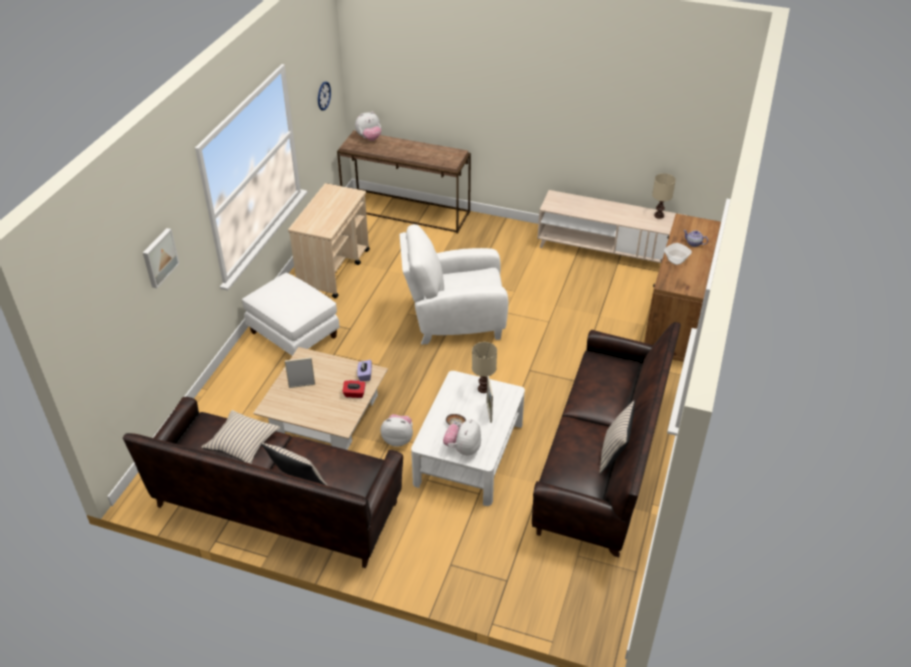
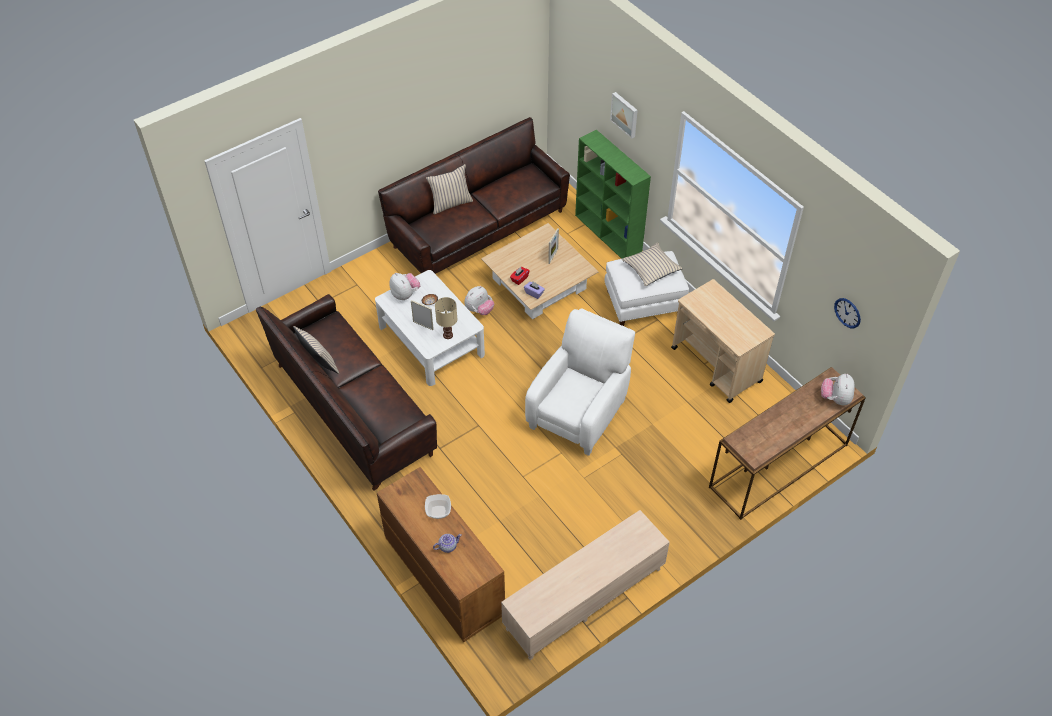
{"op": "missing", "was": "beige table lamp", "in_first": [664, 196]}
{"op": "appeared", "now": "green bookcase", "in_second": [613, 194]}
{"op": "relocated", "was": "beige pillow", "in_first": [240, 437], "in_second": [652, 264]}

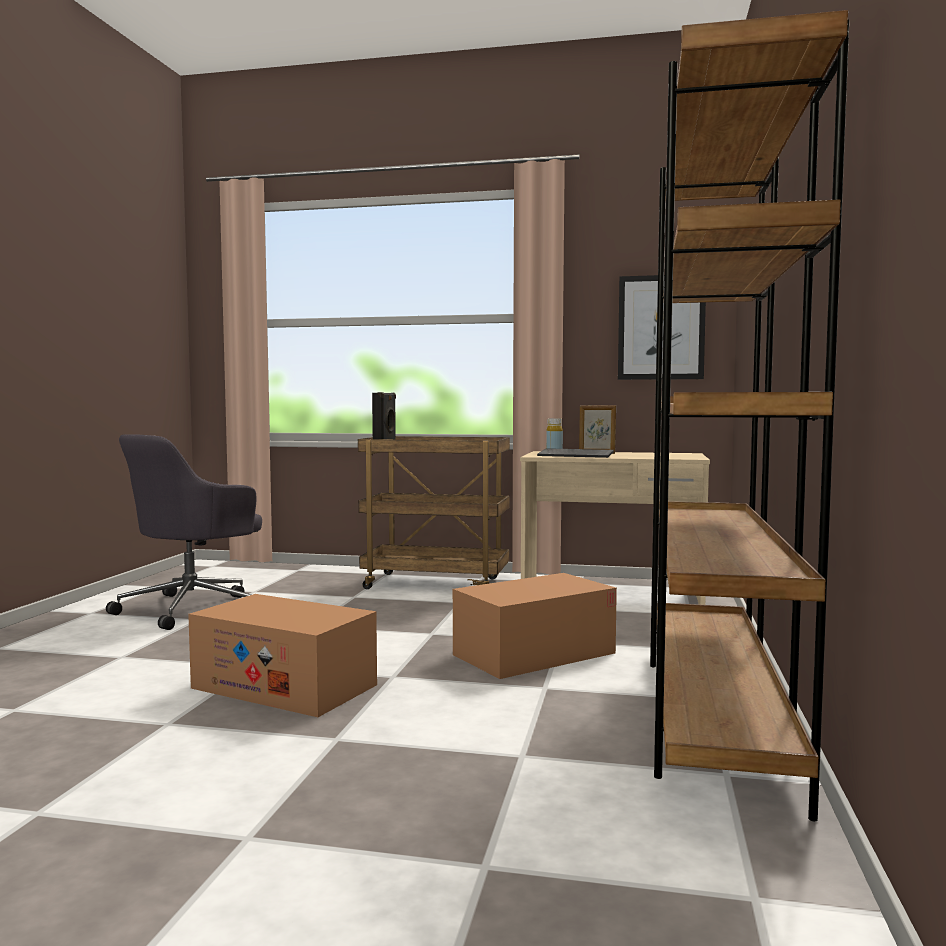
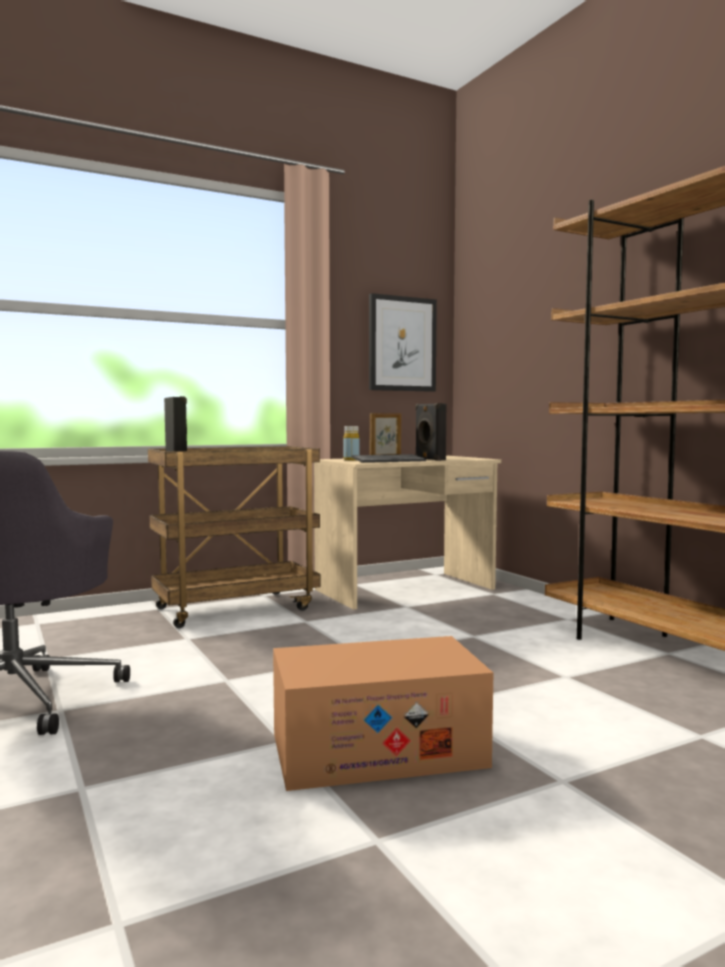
{"op": "missing", "was": "cardboard box", "in_first": [535, 626]}
{"op": "appeared", "now": "black speaker", "in_second": [430, 432]}

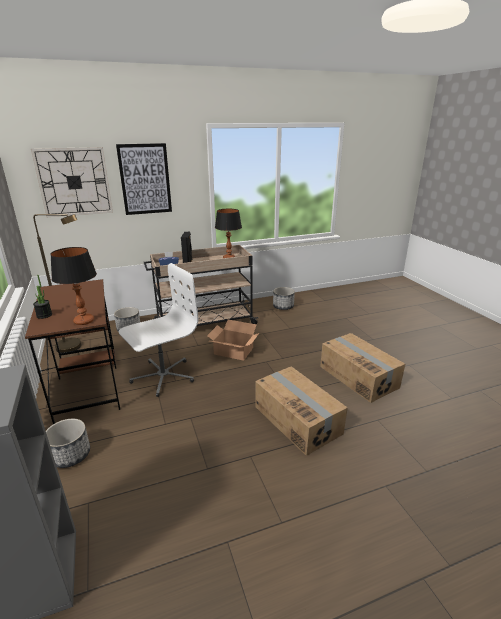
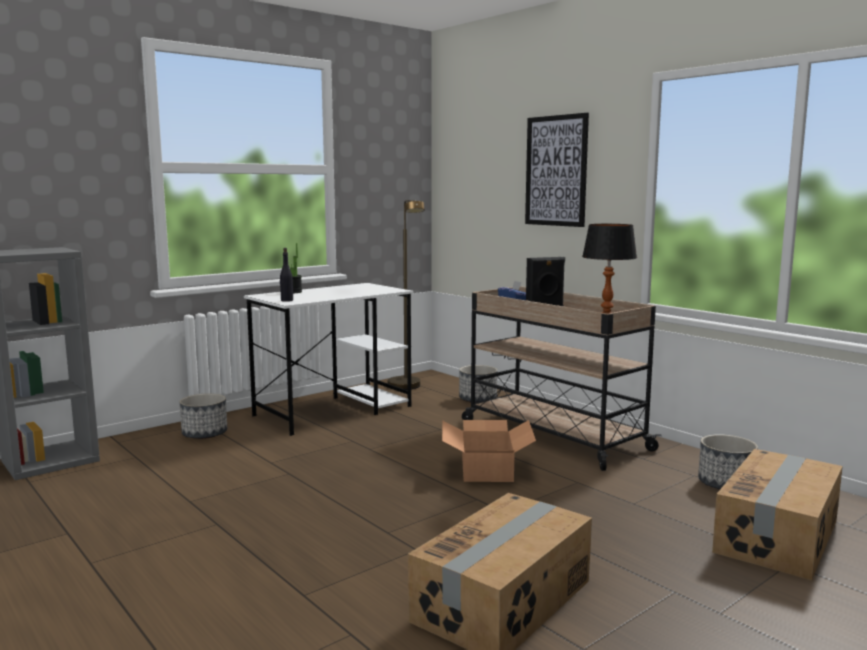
{"op": "missing", "was": "wall clock", "in_first": [72, 182]}
{"op": "missing", "was": "white office chair", "in_first": [158, 330]}
{"op": "relocated", "was": "cardboard box", "in_first": [301, 411], "in_second": [777, 515]}
{"op": "exchanged", "was": "table lamp", "now": "black bottle", "in_first": [73, 286], "in_second": [286, 275]}
{"op": "colour", "was": "brown desk", "now": "white desk", "in_first": [72, 351], "in_second": [329, 359]}

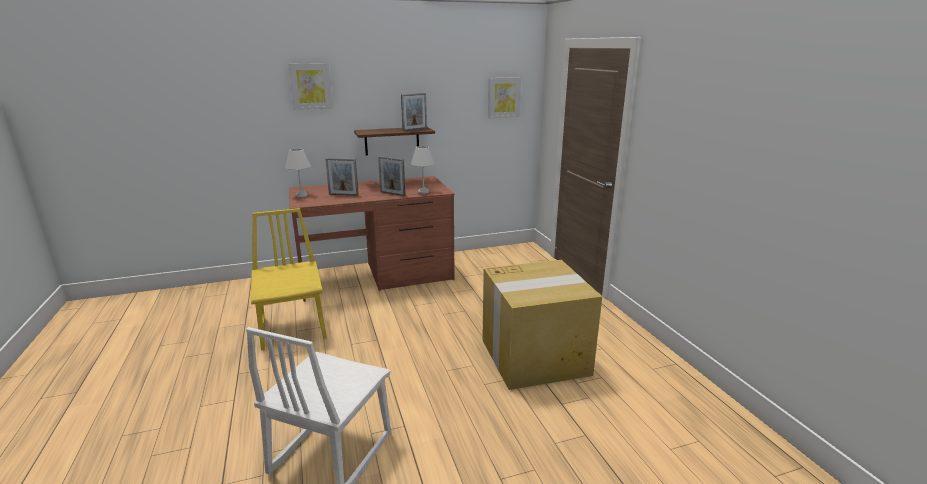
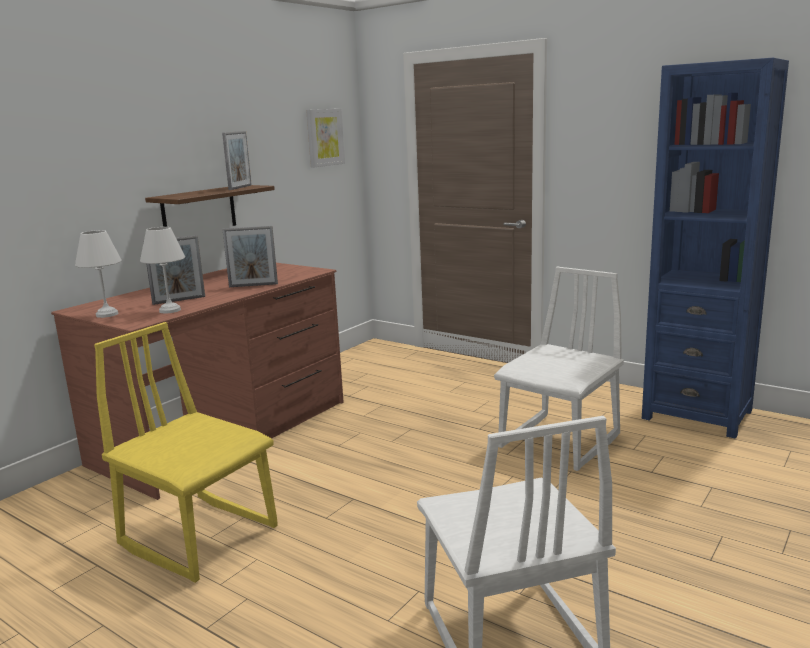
{"op": "missing", "was": "picture", "in_first": [310, 86]}
{"op": "appeared", "now": "blue bookcase", "in_second": [715, 248]}
{"op": "relocated", "was": "white table lamp", "in_first": [423, 170], "in_second": [162, 270]}
{"op": "exchanged", "was": "cardboard box", "now": "white chair", "in_first": [542, 325], "in_second": [559, 369]}

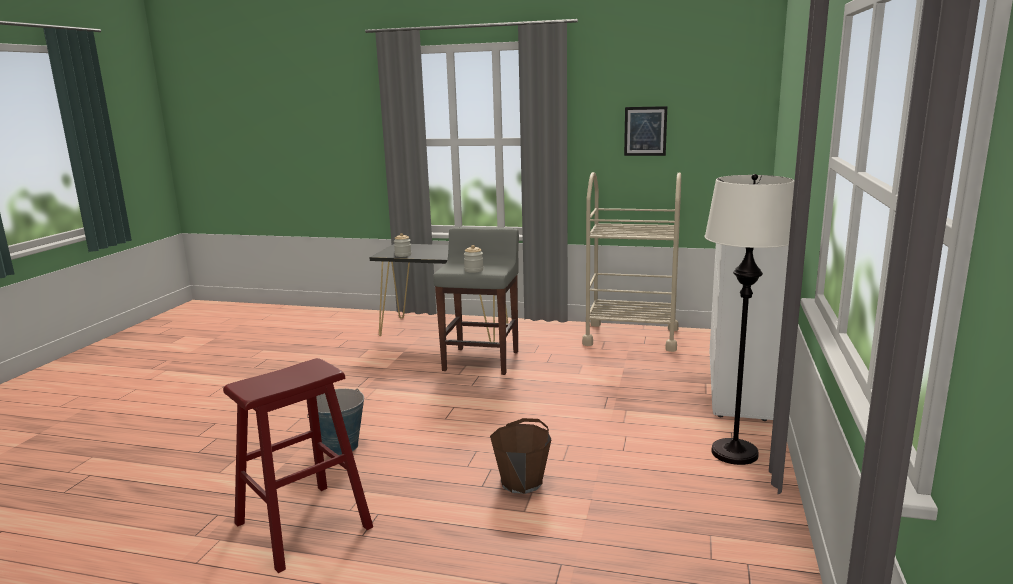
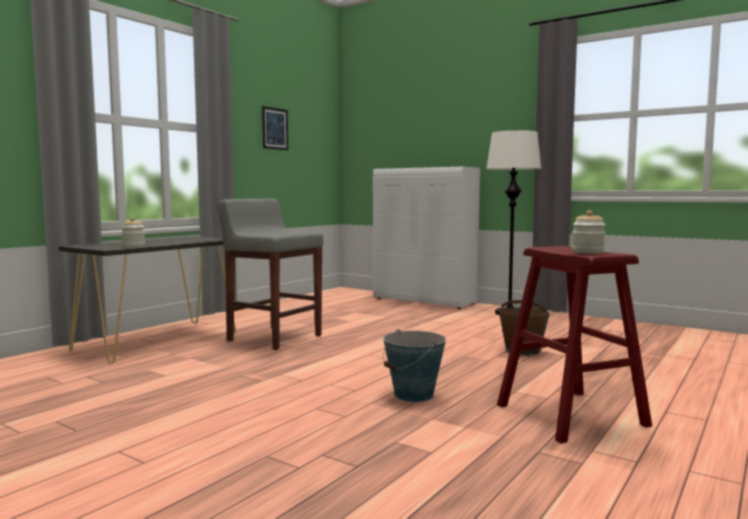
{"op": "missing", "was": "beige cart", "in_first": [631, 262]}
{"op": "relocated", "was": "jar", "in_first": [473, 259], "in_second": [588, 232]}

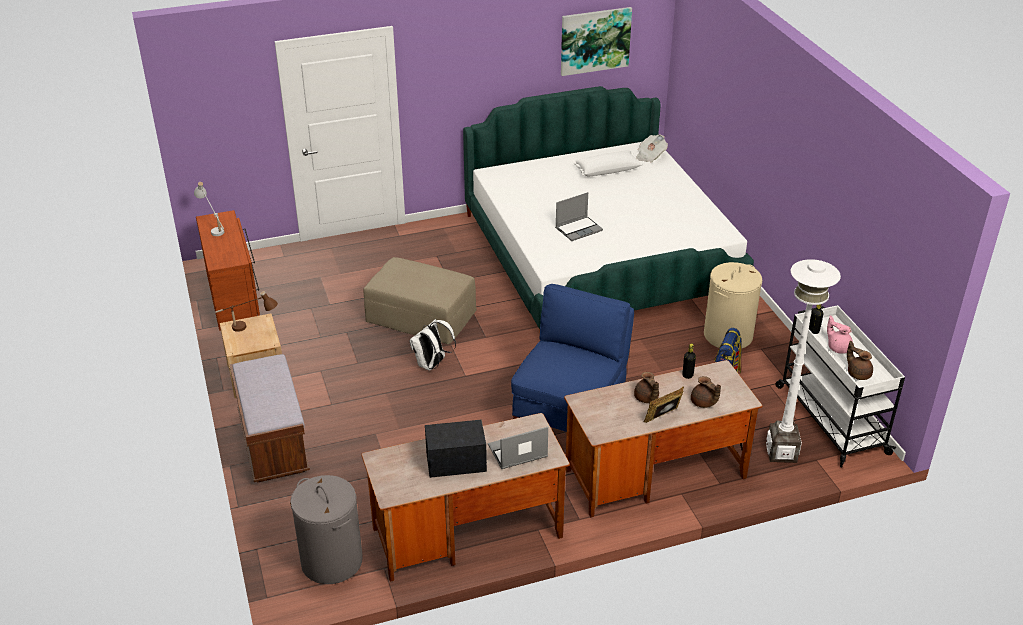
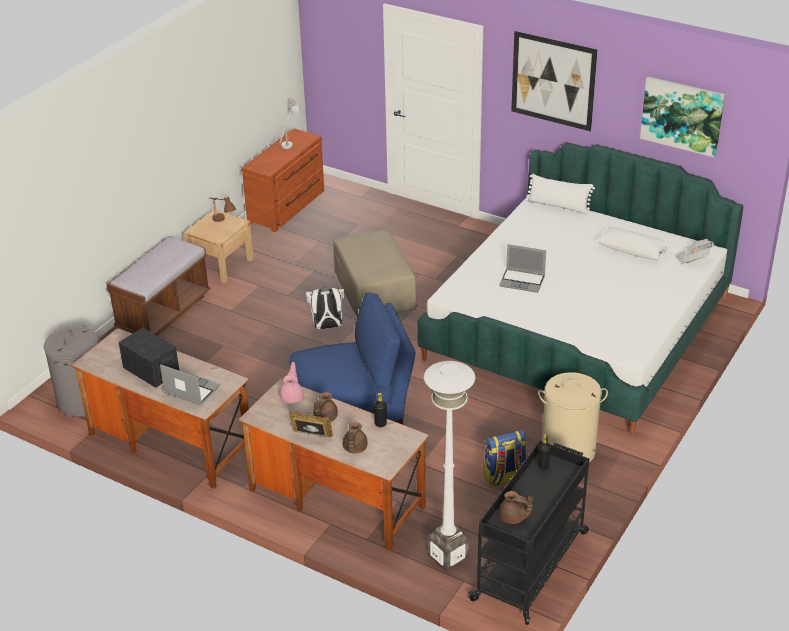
{"op": "appeared", "now": "picture", "in_second": [554, 81]}
{"op": "appeared", "now": "white pillow", "in_second": [560, 194]}
{"op": "relocated", "was": "pink teapot", "in_first": [840, 334], "in_second": [292, 383]}
{"op": "colour", "was": "white cart", "now": "black cart", "in_first": [840, 386], "in_second": [528, 533]}
{"op": "spun", "was": "brown teapot", "in_first": [860, 360], "in_second": [516, 507], "clockwise": 105}

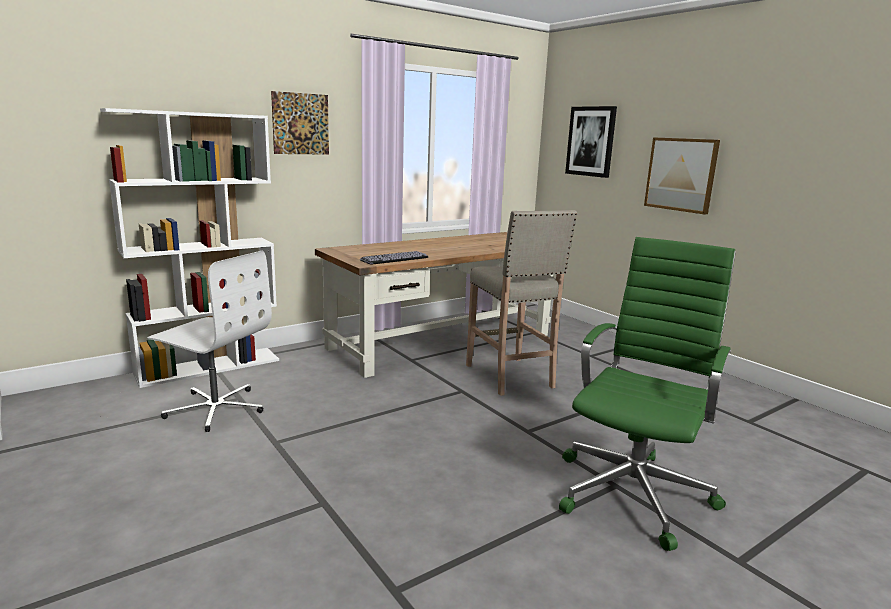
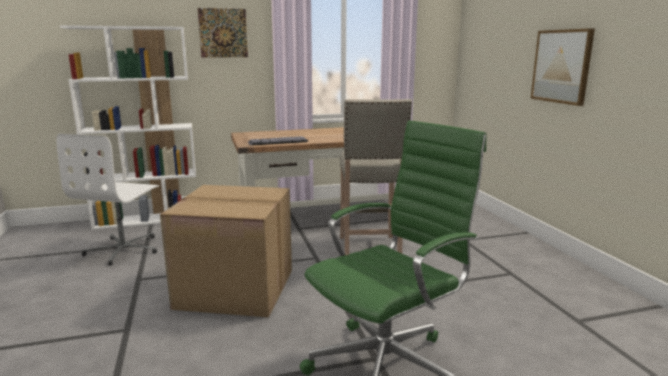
{"op": "missing", "was": "picture", "in_first": [591, 142]}
{"op": "appeared", "now": "cardboard box", "in_second": [226, 251]}
{"op": "spun", "was": "white office chair", "in_first": [209, 341], "in_second": [107, 199], "clockwise": 60}

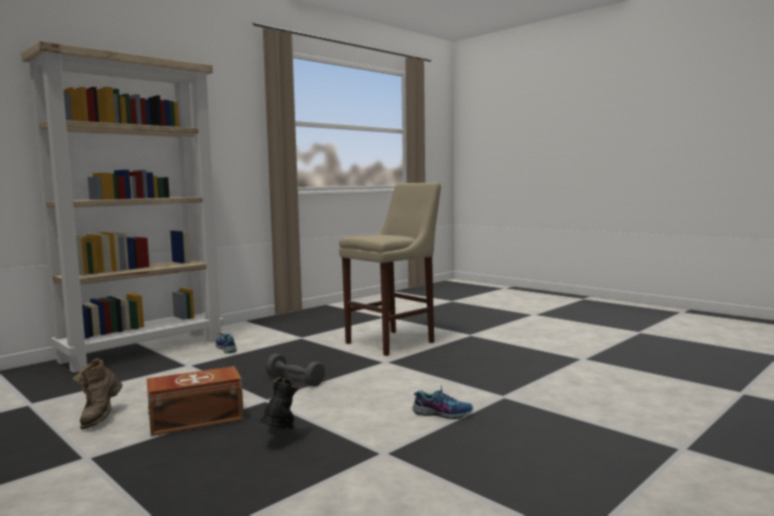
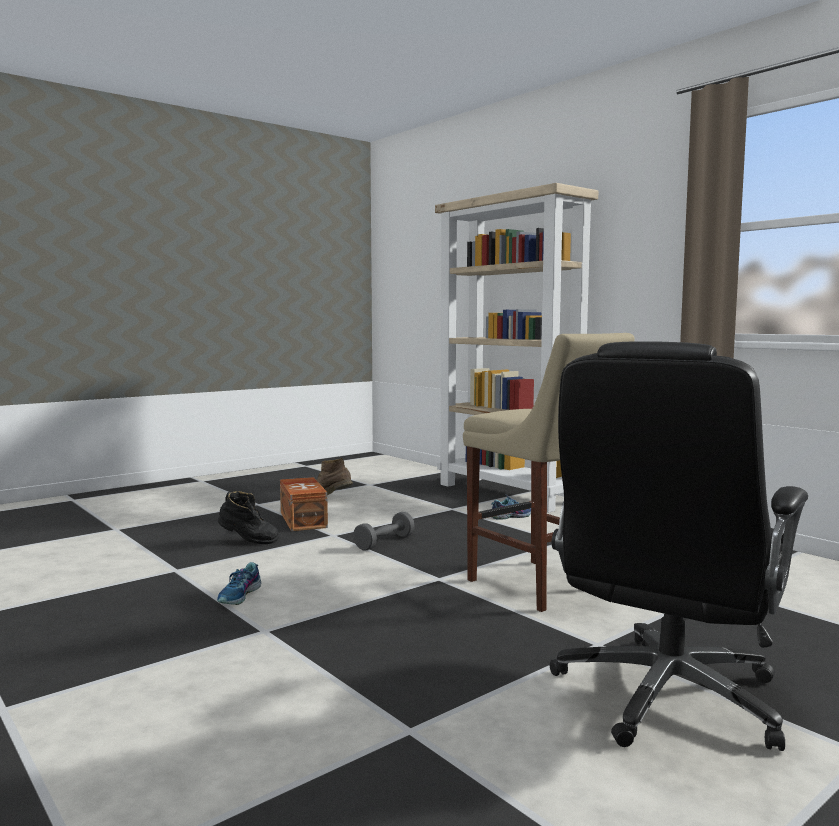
{"op": "appeared", "now": "black office chair", "in_second": [679, 546]}

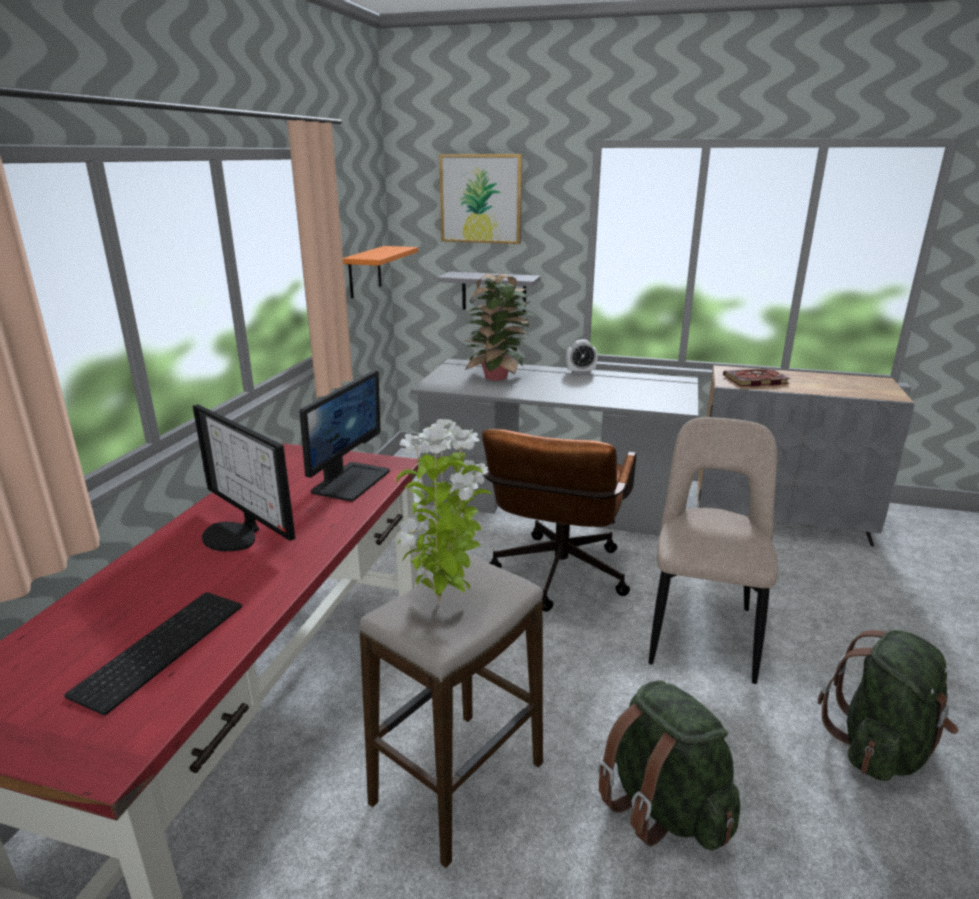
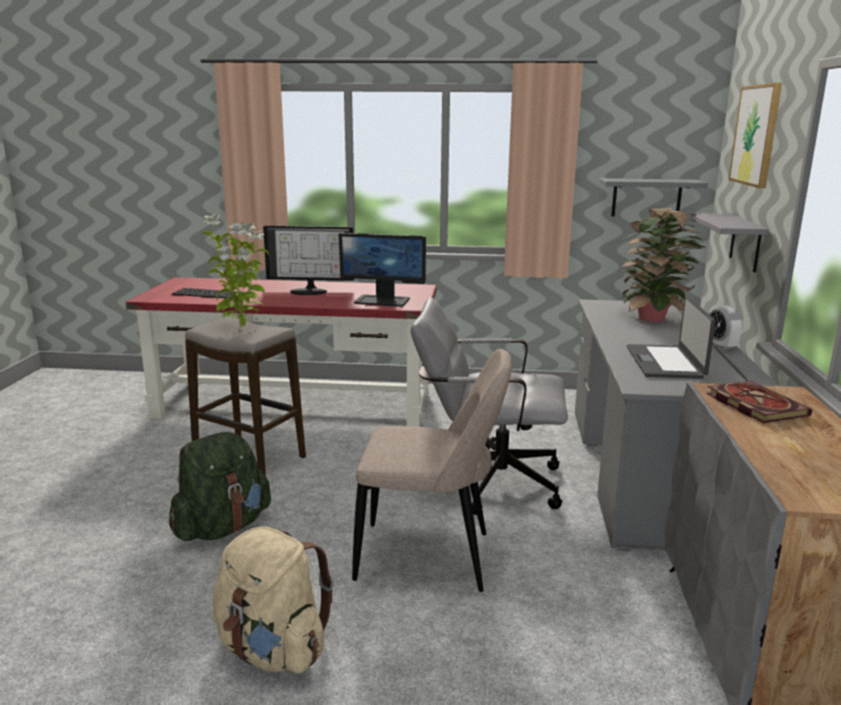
{"op": "appeared", "now": "laptop", "in_second": [671, 337]}
{"op": "colour", "was": "orange shelf", "now": "grey shelf", "in_first": [380, 272], "in_second": [654, 197]}
{"op": "colour", "was": "brown office chair", "now": "grey office chair", "in_first": [559, 520], "in_second": [489, 406]}
{"op": "colour", "was": "green backpack", "now": "beige backpack", "in_first": [888, 705], "in_second": [273, 600]}
{"op": "spun", "was": "monitor", "in_first": [244, 477], "in_second": [308, 260], "clockwise": -120}

